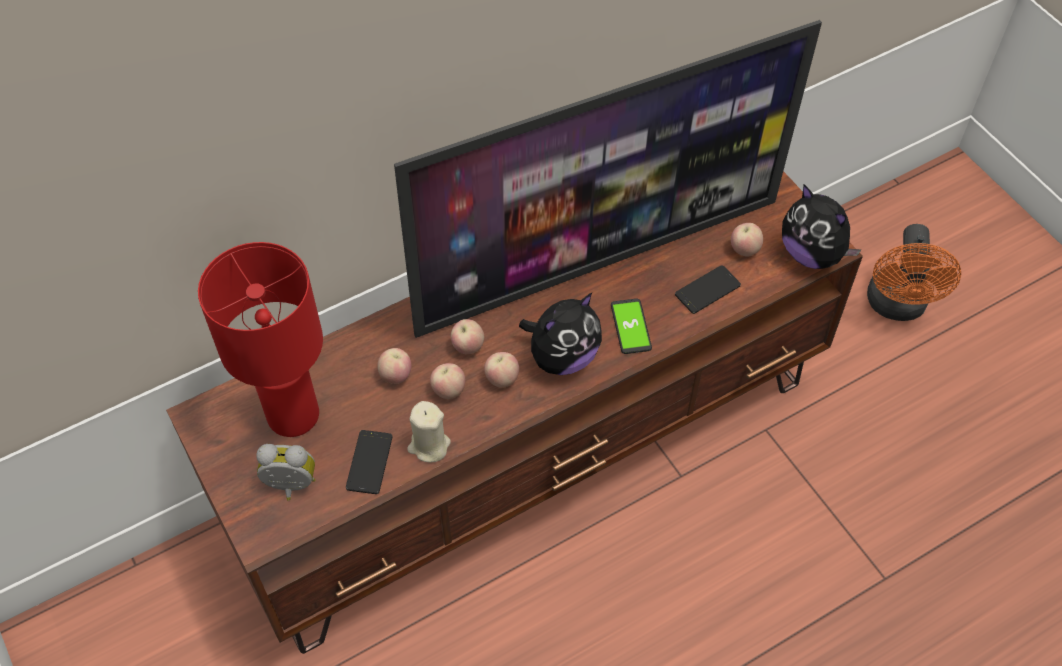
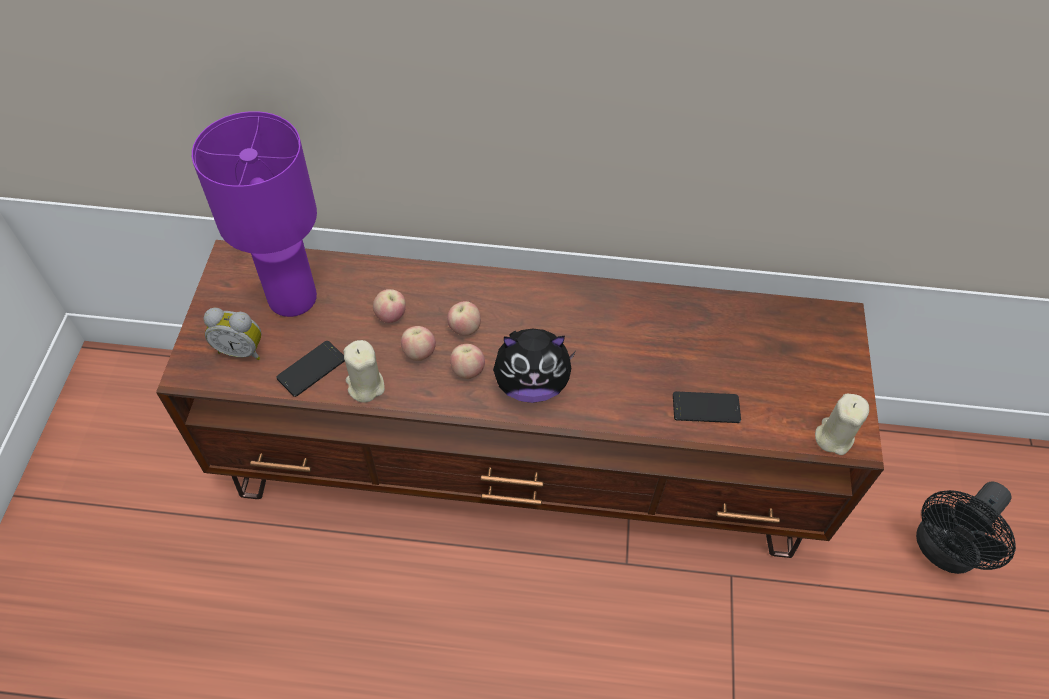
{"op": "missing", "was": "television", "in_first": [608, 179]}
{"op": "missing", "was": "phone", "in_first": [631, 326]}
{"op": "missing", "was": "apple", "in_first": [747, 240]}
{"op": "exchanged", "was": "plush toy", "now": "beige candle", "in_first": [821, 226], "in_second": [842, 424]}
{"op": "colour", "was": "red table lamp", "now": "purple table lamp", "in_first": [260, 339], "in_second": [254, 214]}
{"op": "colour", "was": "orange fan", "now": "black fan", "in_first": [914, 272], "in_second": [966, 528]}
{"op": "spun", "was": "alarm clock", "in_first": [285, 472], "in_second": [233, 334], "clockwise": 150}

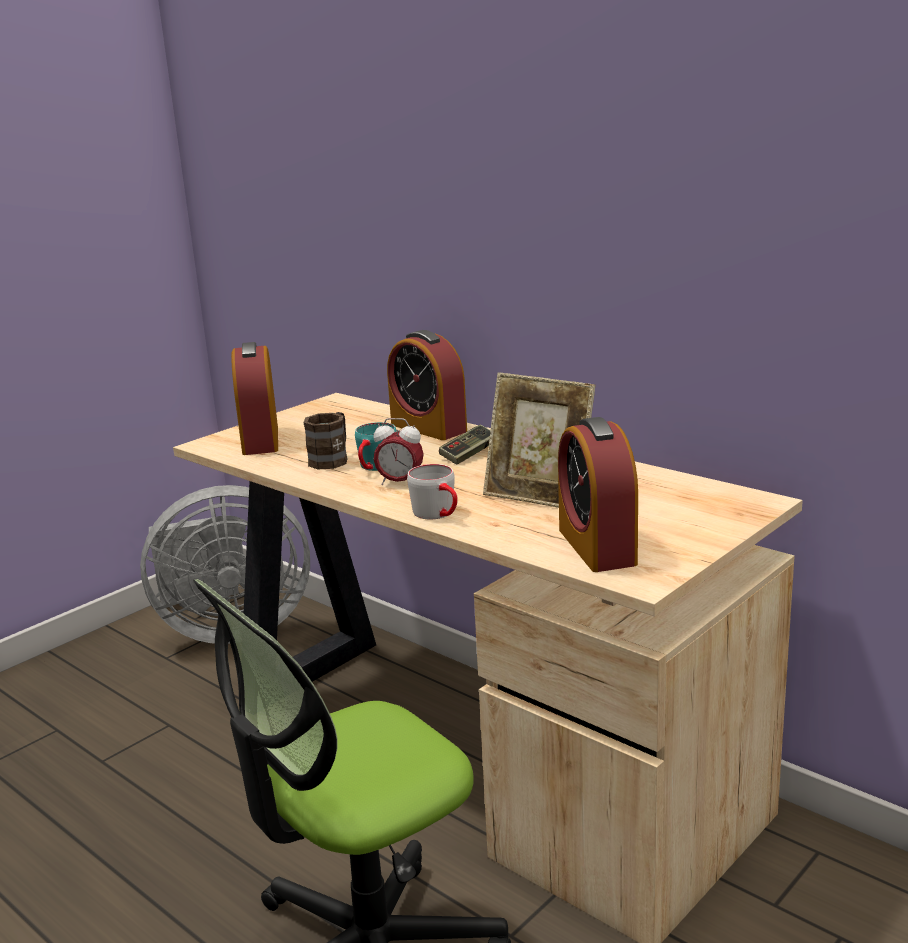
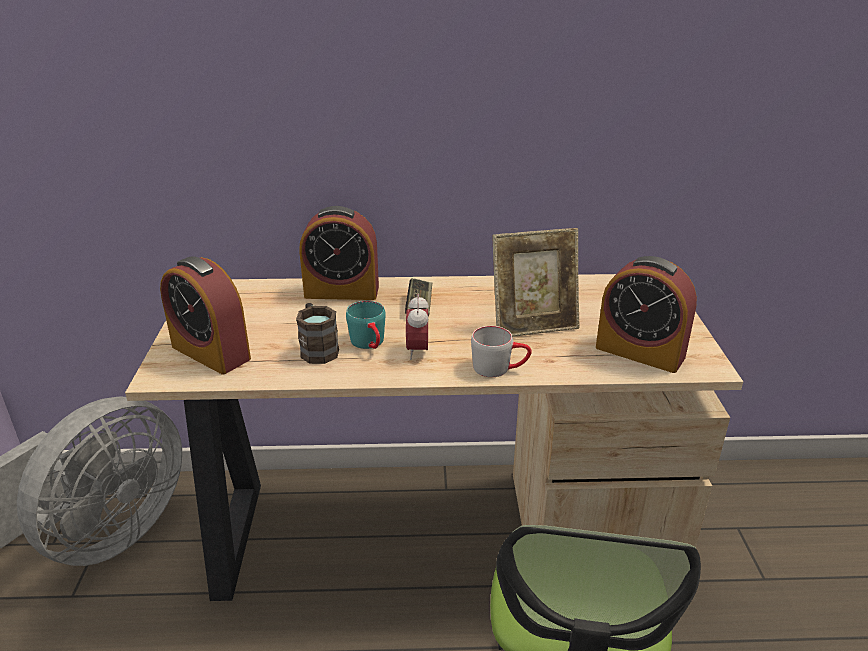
{"op": "spun", "was": "alarm clock", "in_first": [398, 451], "in_second": [417, 327], "clockwise": 120}

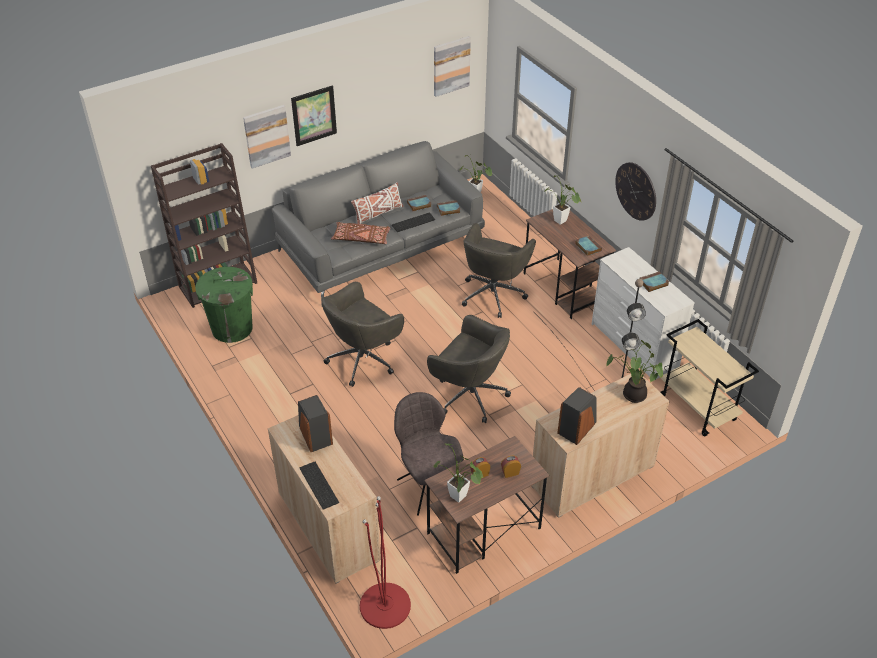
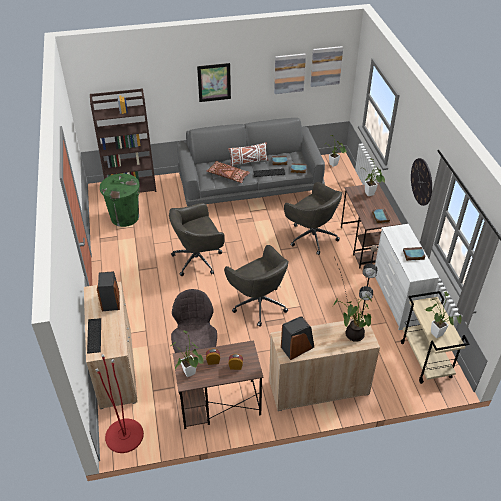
{"op": "appeared", "now": "potted plant", "in_second": [443, 314]}
{"op": "relocated", "was": "picture", "in_first": [267, 137], "in_second": [290, 73]}
{"op": "spun", "was": "grey office chair", "in_first": [499, 270], "in_second": [313, 218], "clockwise": -90}

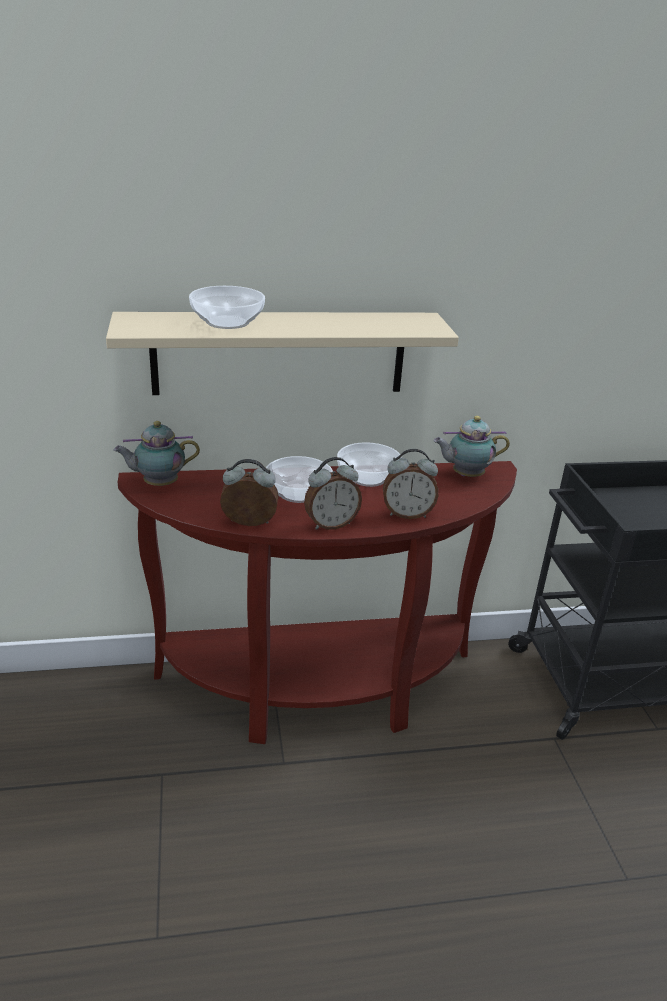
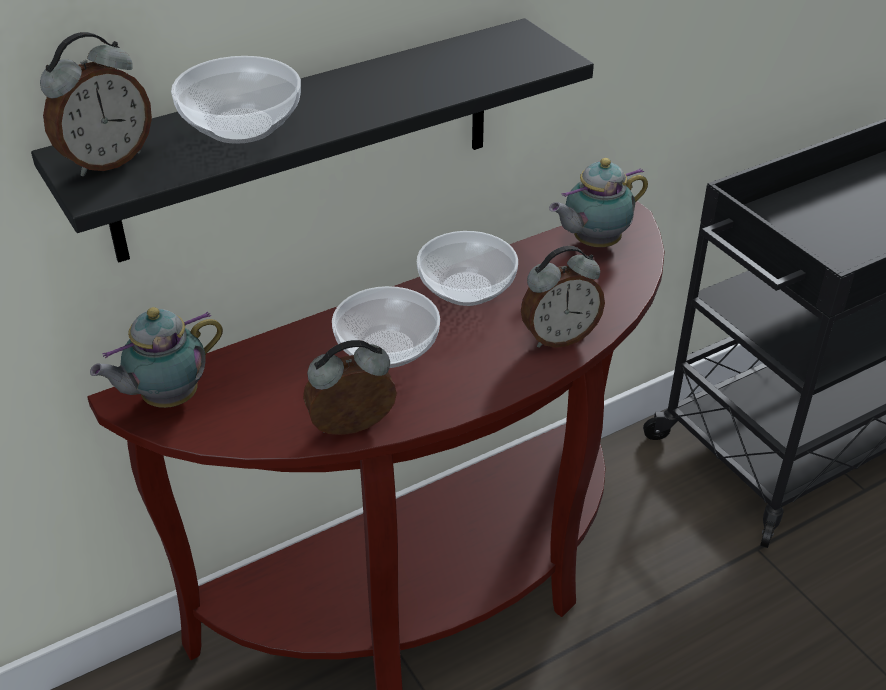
{"op": "relocated", "was": "alarm clock", "in_first": [333, 493], "in_second": [96, 104]}
{"op": "colour", "was": "beige shelf", "now": "black shelf", "in_first": [282, 353], "in_second": [312, 140]}

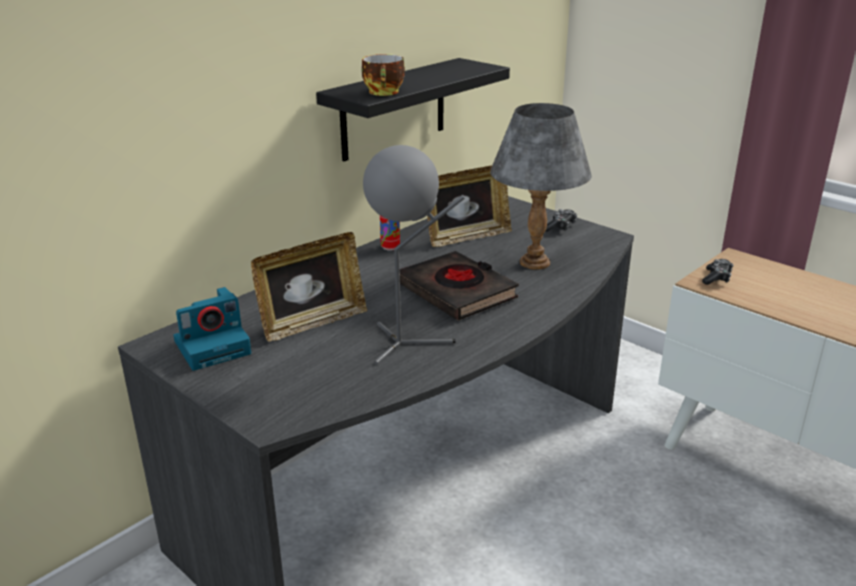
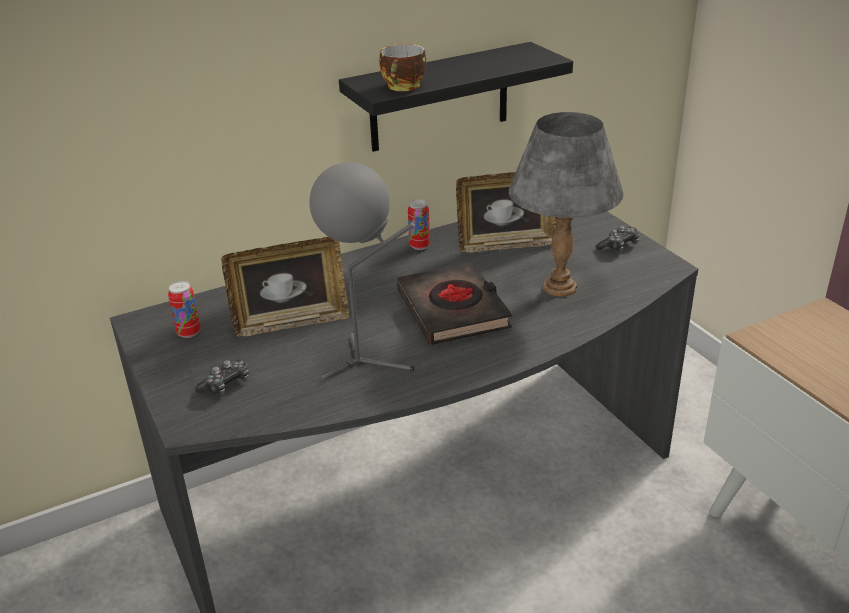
{"op": "relocated", "was": "game controller", "in_first": [717, 272], "in_second": [222, 377]}
{"op": "exchanged", "was": "photo camera", "now": "can", "in_first": [212, 329], "in_second": [184, 309]}

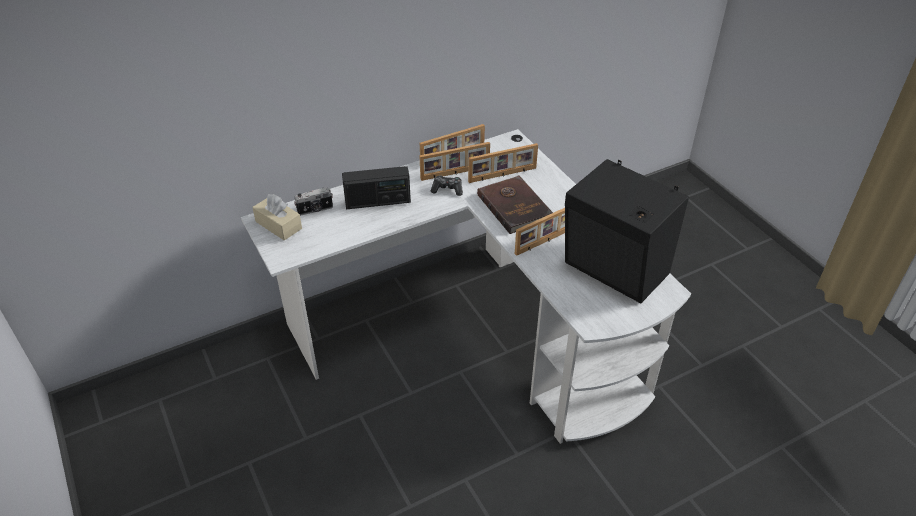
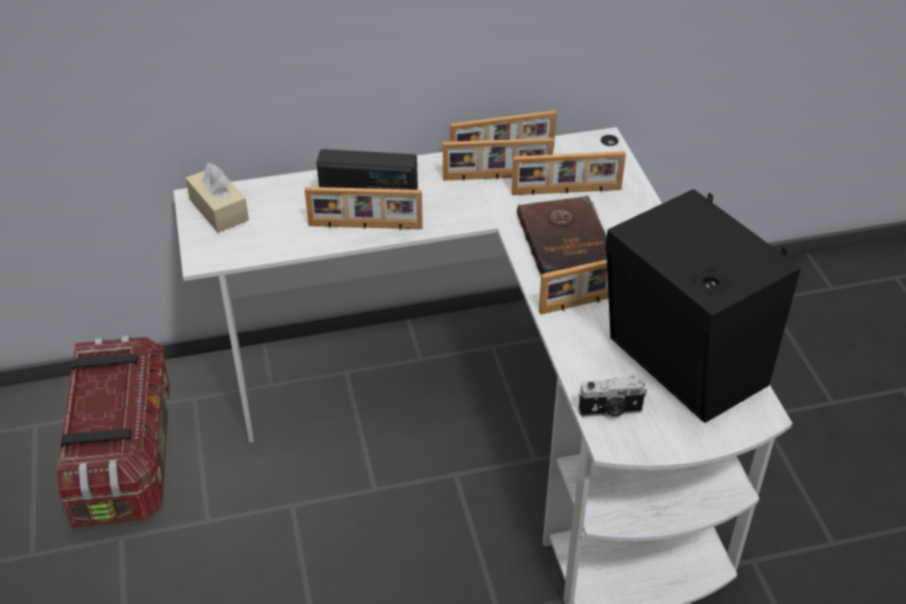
{"op": "missing", "was": "game controller", "in_first": [447, 185]}
{"op": "appeared", "now": "storage box", "in_second": [113, 432]}
{"op": "appeared", "now": "picture frame", "in_second": [364, 208]}
{"op": "relocated", "was": "photo camera", "in_first": [313, 201], "in_second": [612, 396]}

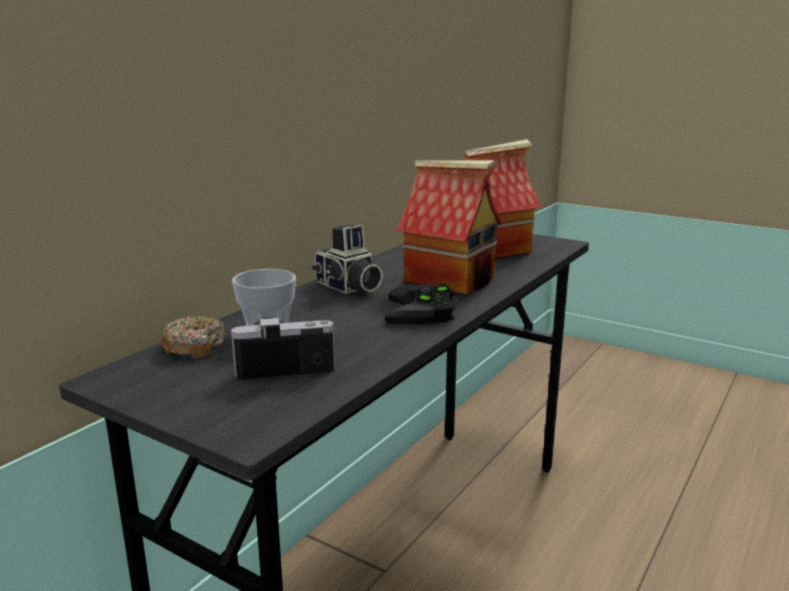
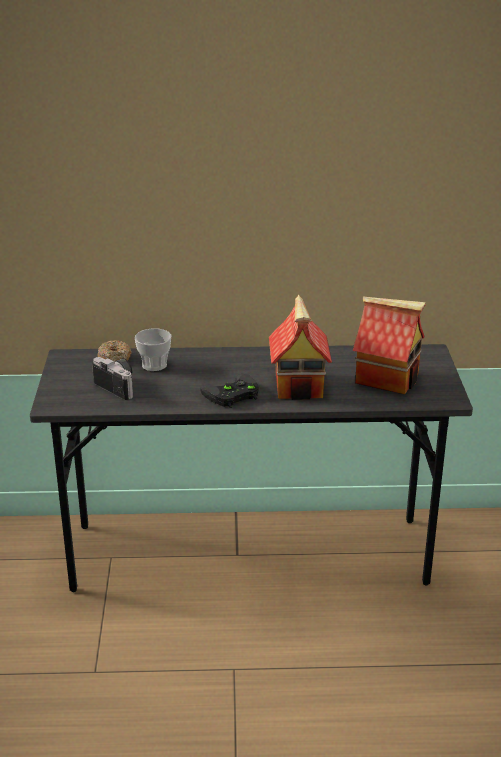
{"op": "missing", "was": "photo camera", "in_first": [347, 259]}

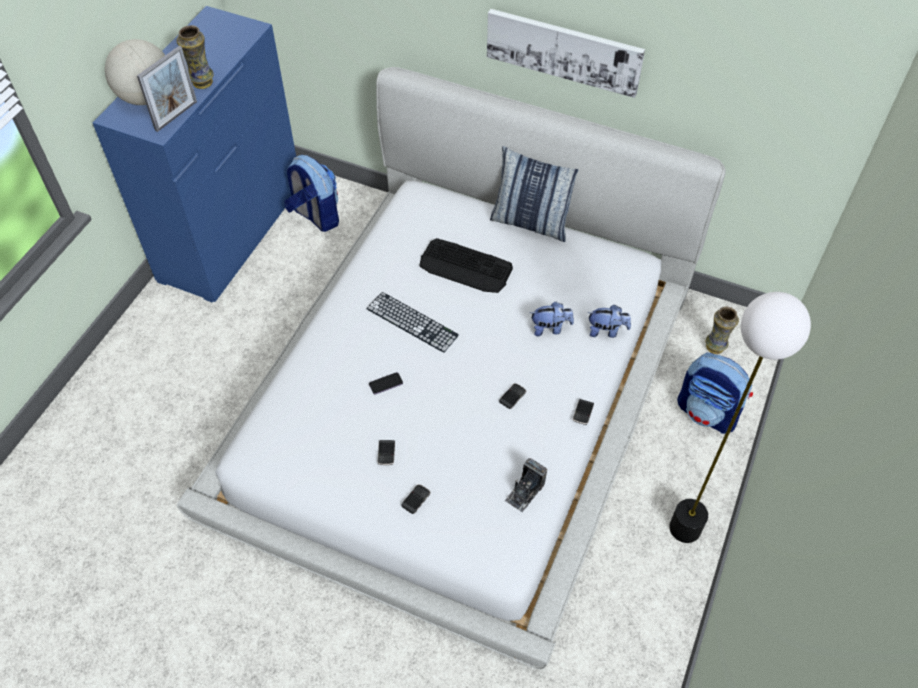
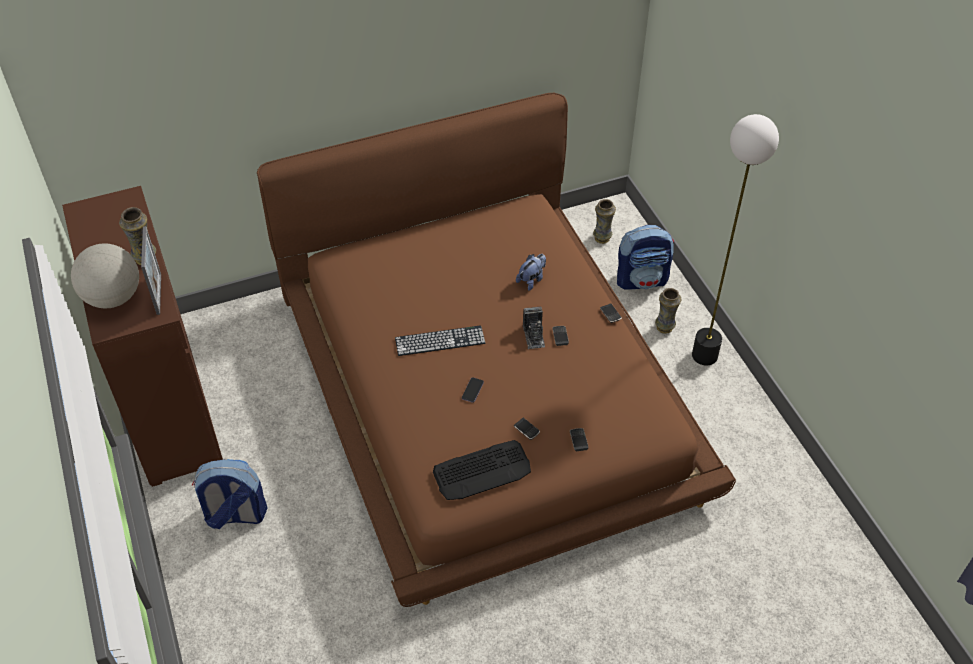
{"op": "missing", "was": "picture", "in_first": [566, 53]}
{"op": "missing", "was": "pillow", "in_first": [534, 194]}
{"op": "missing", "was": "plush toy", "in_first": [609, 321]}
{"op": "appeared", "now": "vase", "in_second": [668, 311]}
{"op": "relocated", "was": "backpack", "in_first": [311, 193], "in_second": [229, 494]}
{"op": "relocated", "was": "keyboard", "in_first": [466, 265], "in_second": [482, 470]}
{"op": "relocated", "was": "photo camera", "in_first": [526, 485], "in_second": [534, 328]}
{"op": "colour", "was": "blue dresser", "now": "brown dresser", "in_first": [194, 154], "in_second": [142, 336]}
{"op": "colour", "was": "white bed", "now": "brown bed", "in_first": [451, 368], "in_second": [496, 350]}

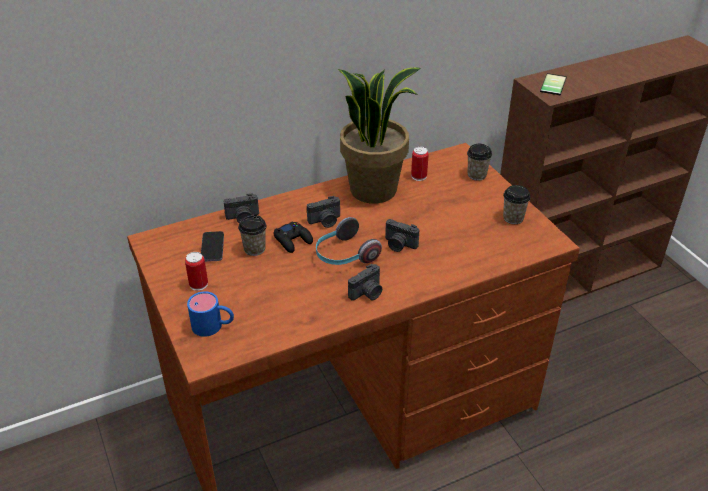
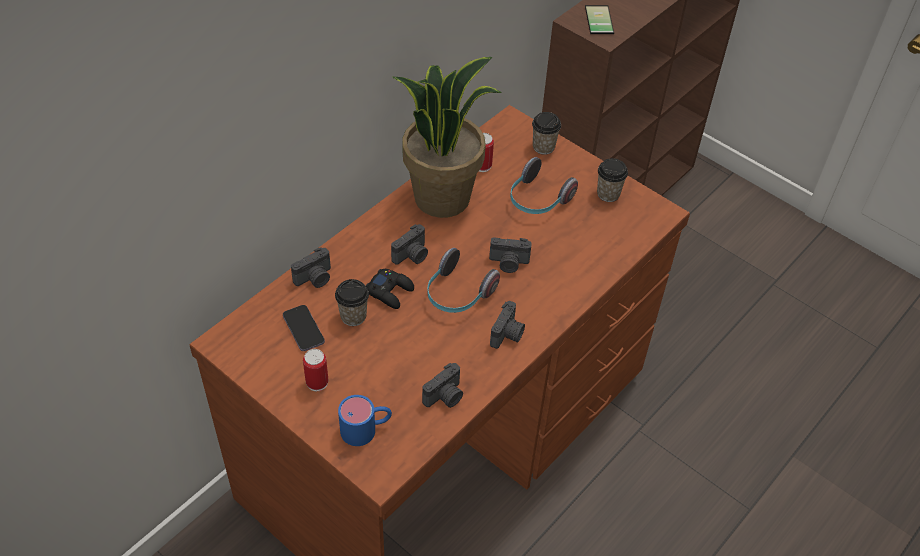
{"op": "appeared", "now": "photo camera", "in_second": [442, 385]}
{"op": "appeared", "now": "headphones", "in_second": [544, 185]}

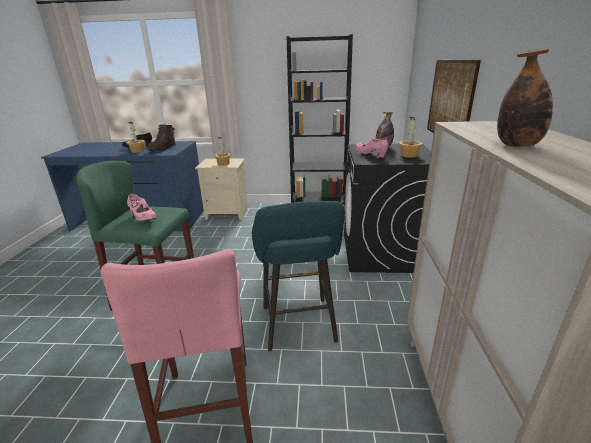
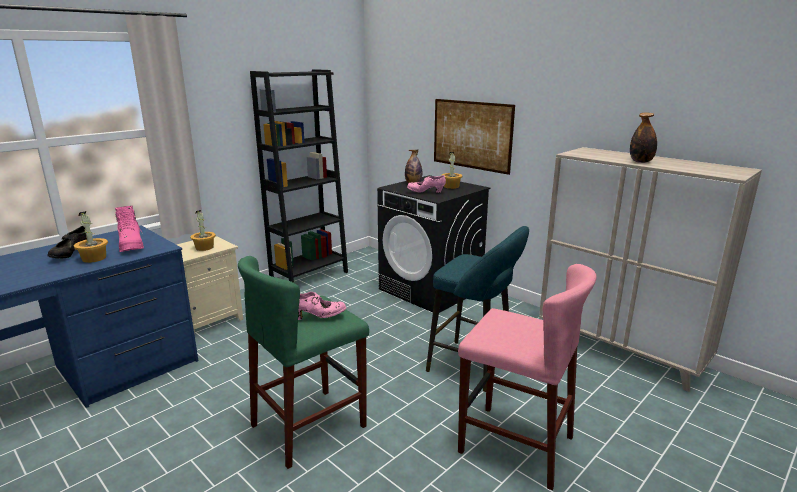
{"op": "colour", "was": "brown boot", "now": "pink boot", "in_first": [161, 138], "in_second": [129, 229]}

